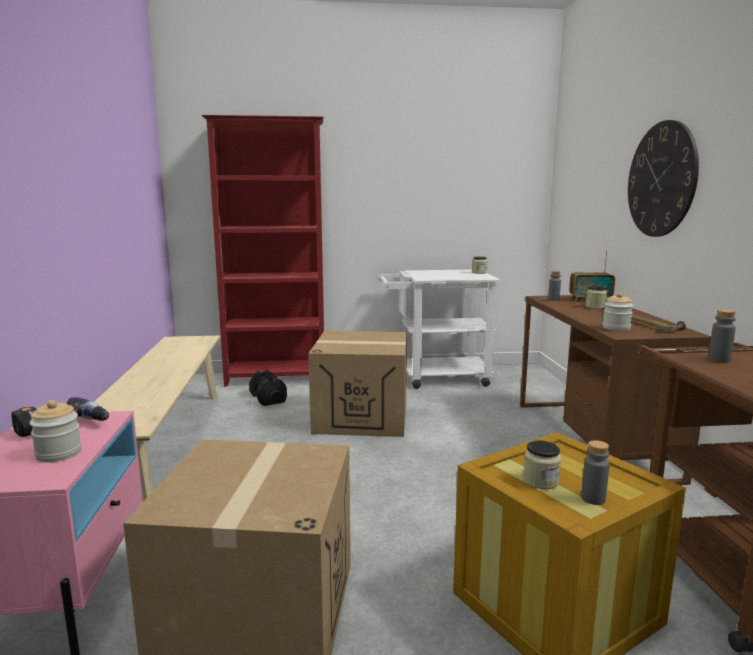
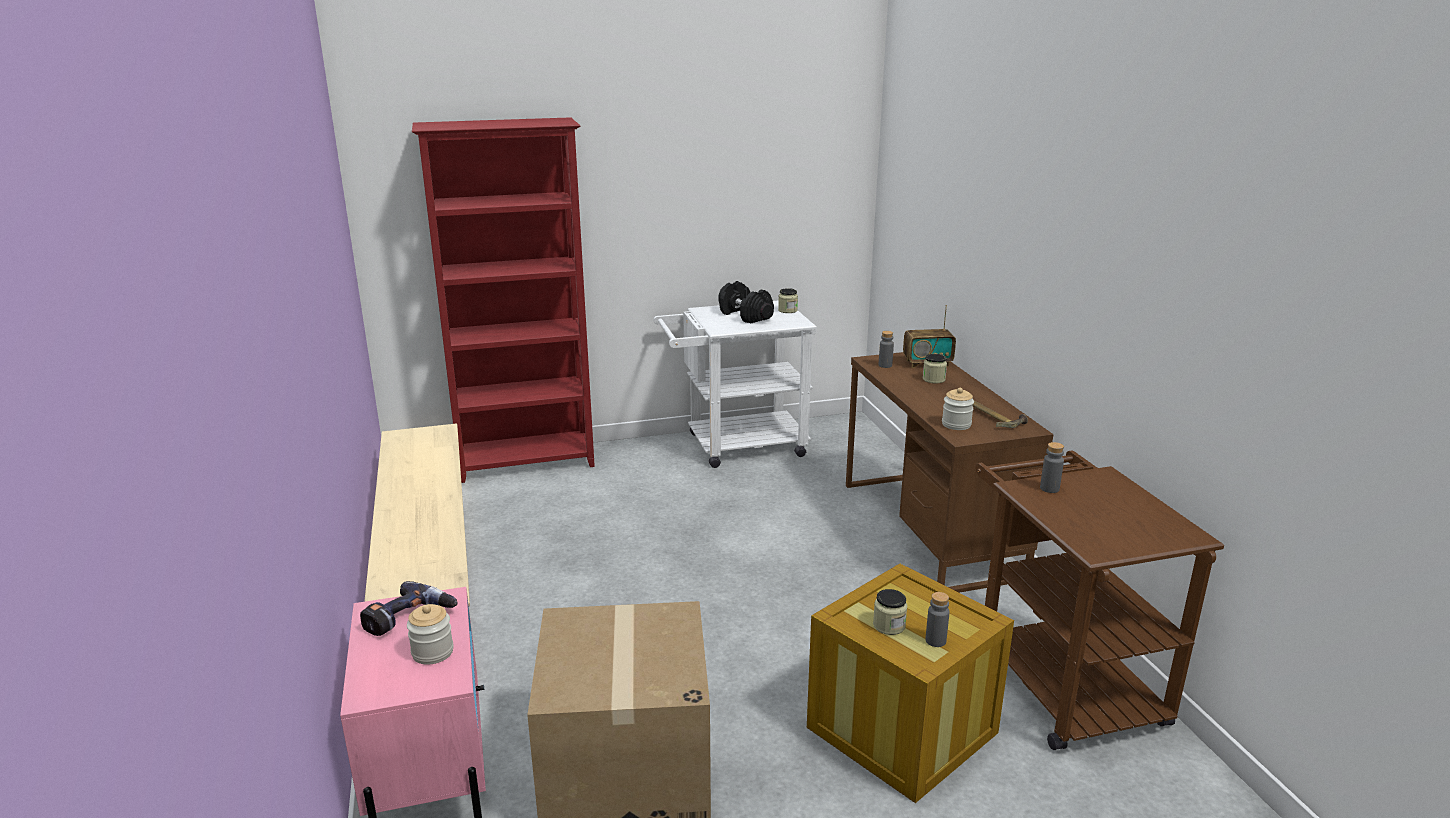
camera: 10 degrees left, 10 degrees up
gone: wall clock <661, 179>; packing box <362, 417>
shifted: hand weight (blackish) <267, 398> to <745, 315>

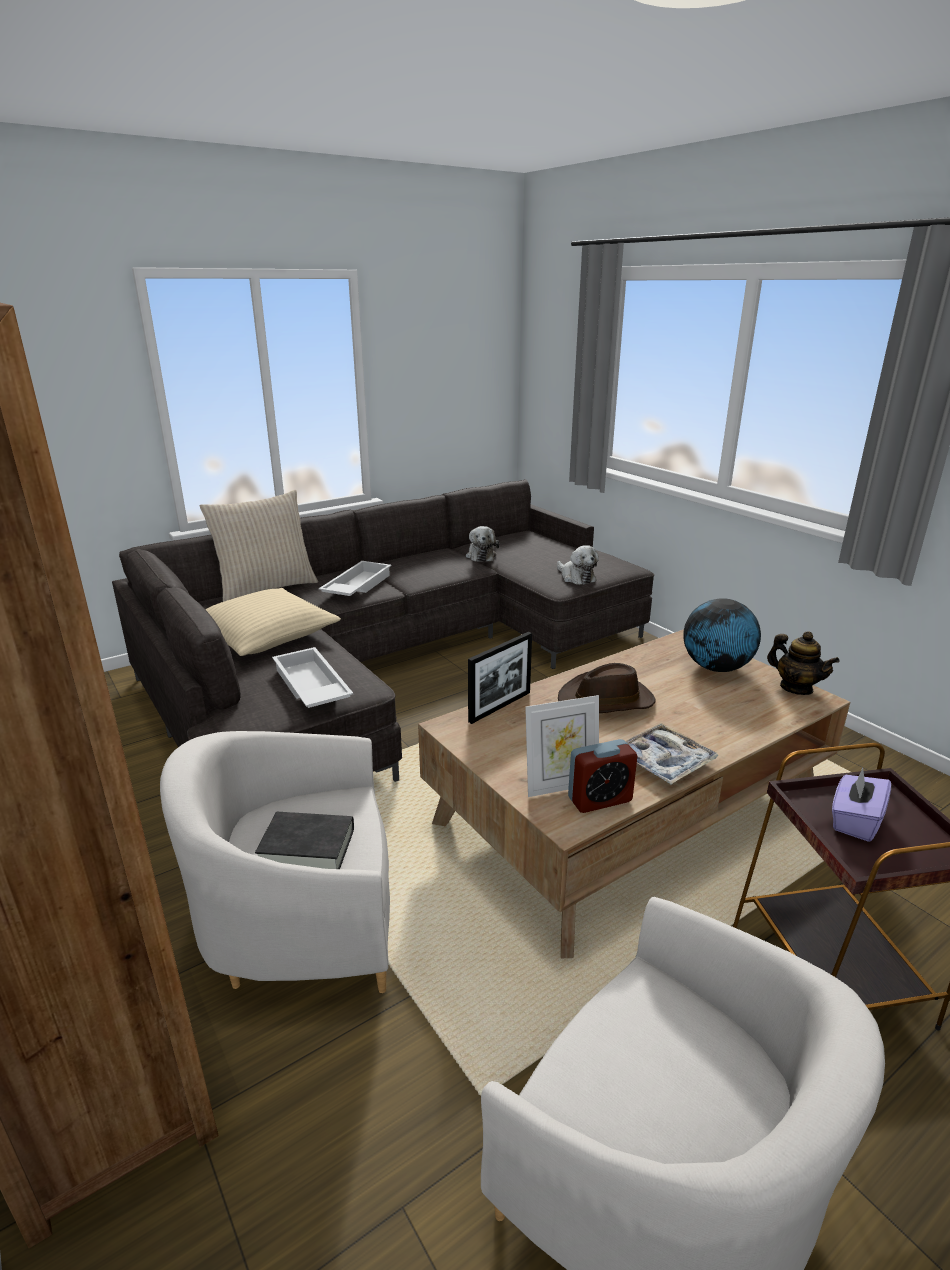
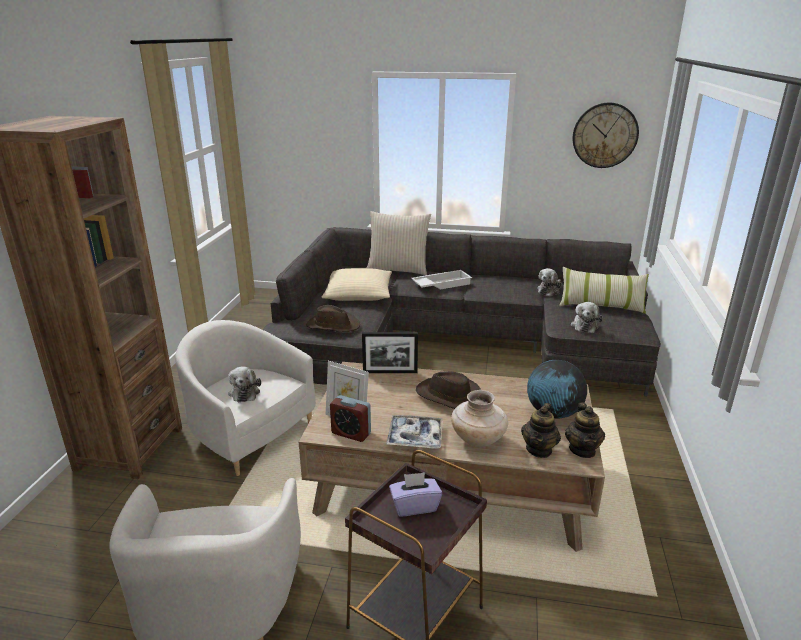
camera: 45 degrees right, 0 degrees up
new: wall clock <605, 135>; pillow <601, 306>; decorative vase (beige) <478, 439>; teapot <539, 449>
swapped: serving tray (white) <310, 687> to hat (brown-coloured) <333, 325>; book (blackish) <307, 847> to plush toy <245, 392>

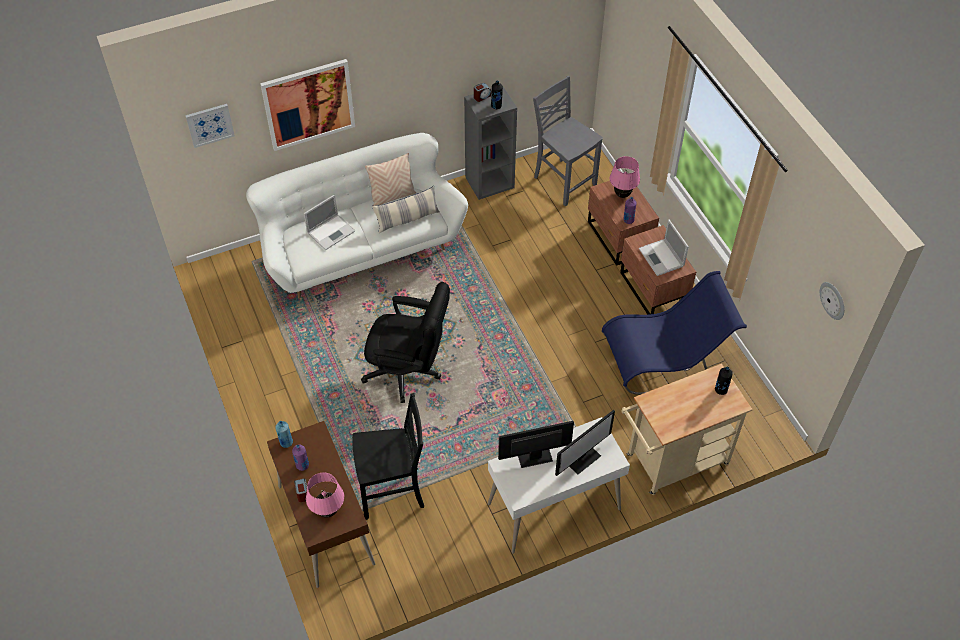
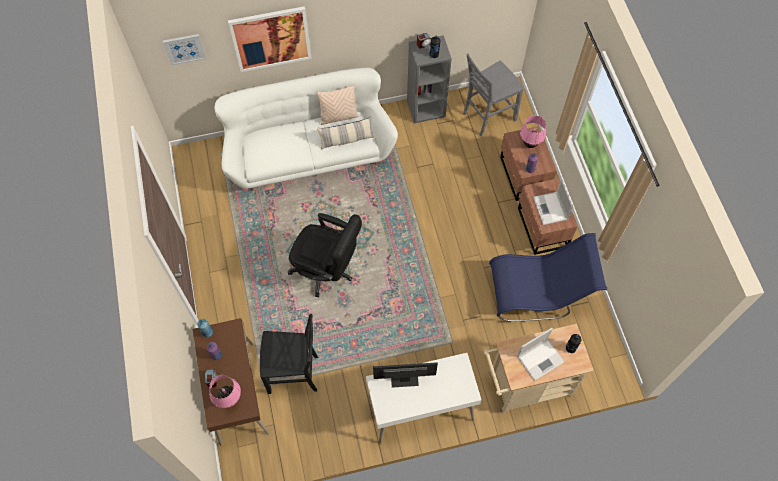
camera: 10 degrees right, 10 degrees up
gone: wall clock <833, 300>; computer screen <582, 458>
shifted: notebook computer <331, 231> to <541, 358>
rotated: chair (gray) <563, 181> = <487, 116> 90 degrees counterclockwise

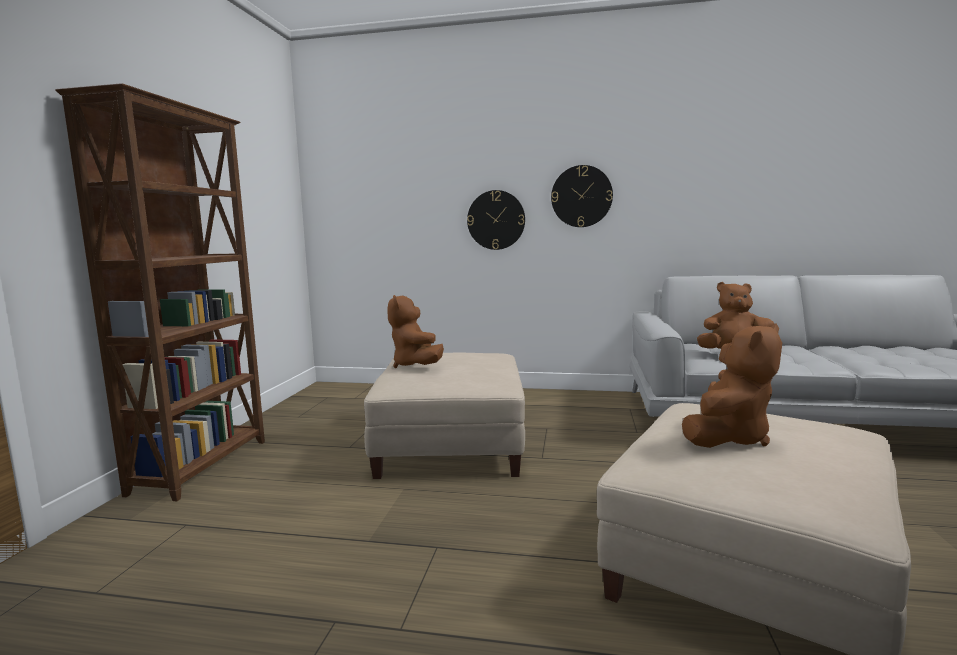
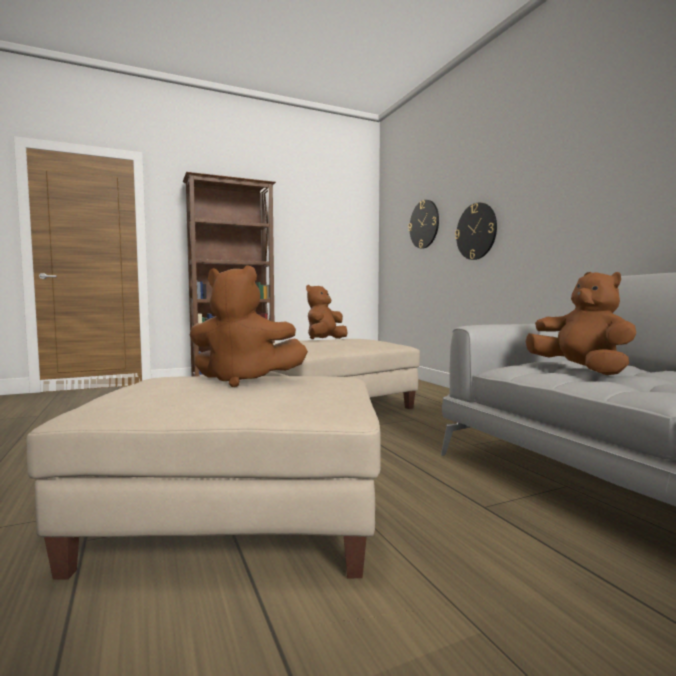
camera: 55 degrees right, 5 degrees down
shifted: wall clock <581, 196> to <424, 224>

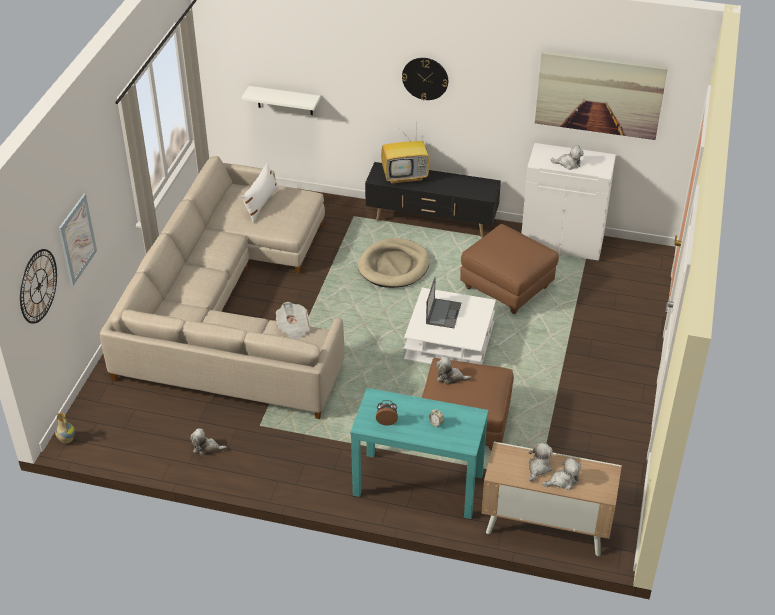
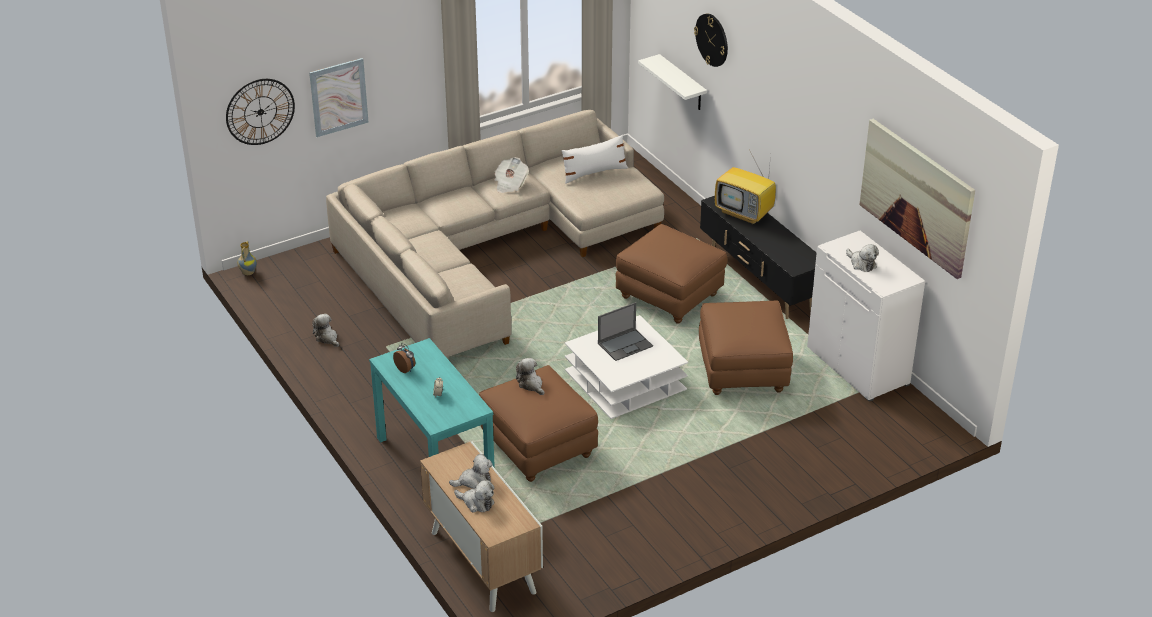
camera: 45 degrees right, 5 degrees down
shifted: wall clock <425, 78> to <712, 39>; newspaper <293, 328> to <510, 184>
swapped: dog cushion (beige) <394, 266> to pouffe (brown-coloured) <670, 296>

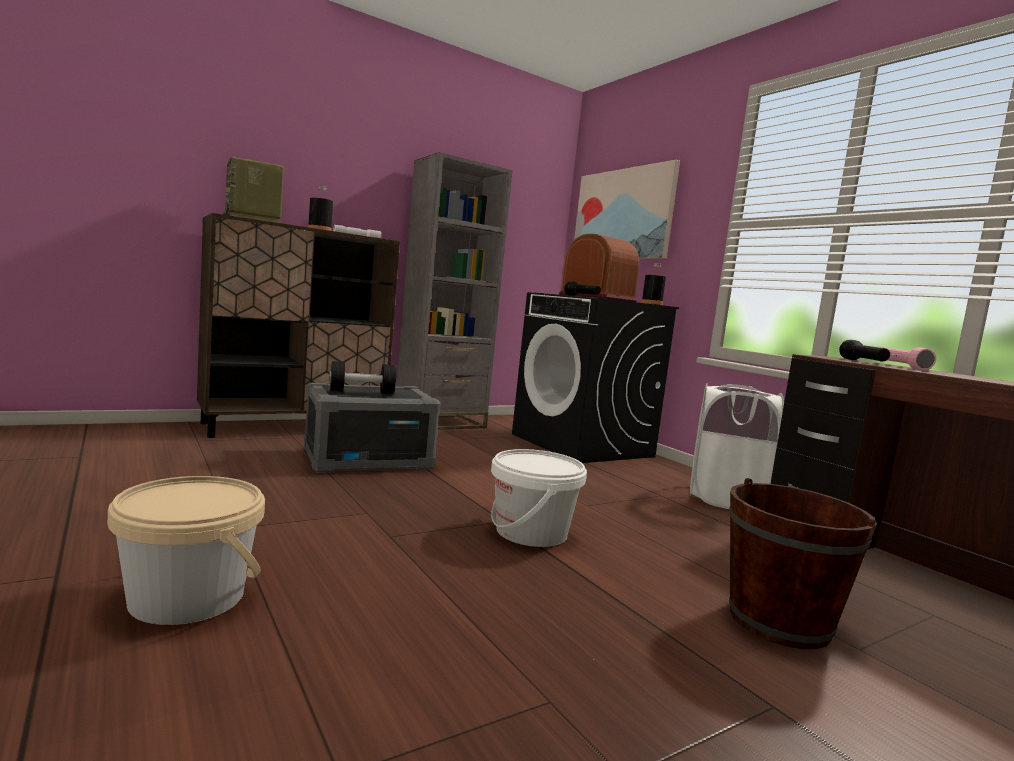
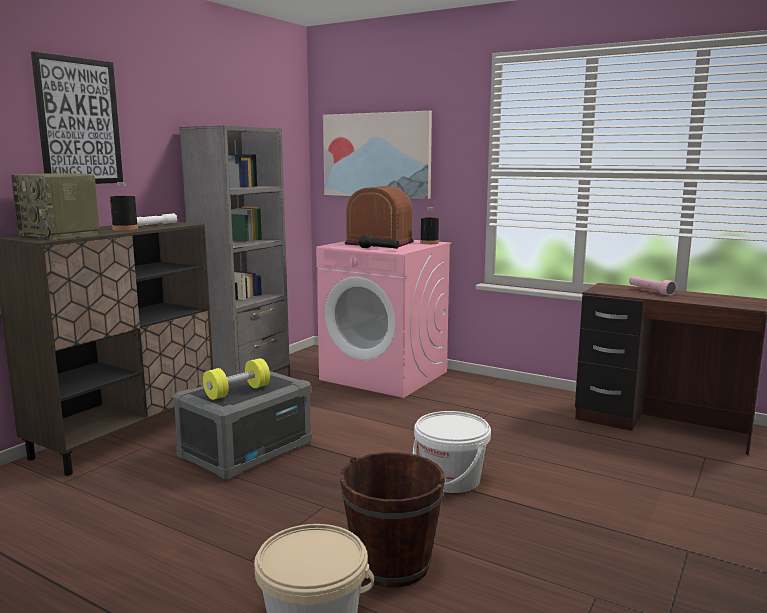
camera: 25 degrees left, 5 degrees up
gone: flashlight (blackish) <863, 362>; washing basket (white) <725, 499>
new: wall picture <79, 122>
shifted: pail (brown-coloured) <779, 622> to <392, 564>
repainted: laundry appliance (blackish) <582, 445> to laundry appliance (pinkish) <385, 375>; hand weight (blackish) <362, 392> to hand weight (yellowish) <237, 392>

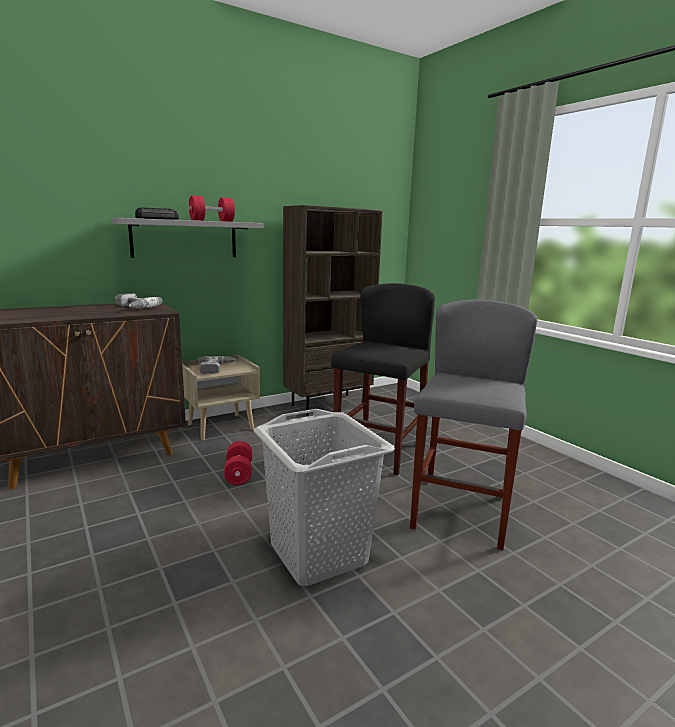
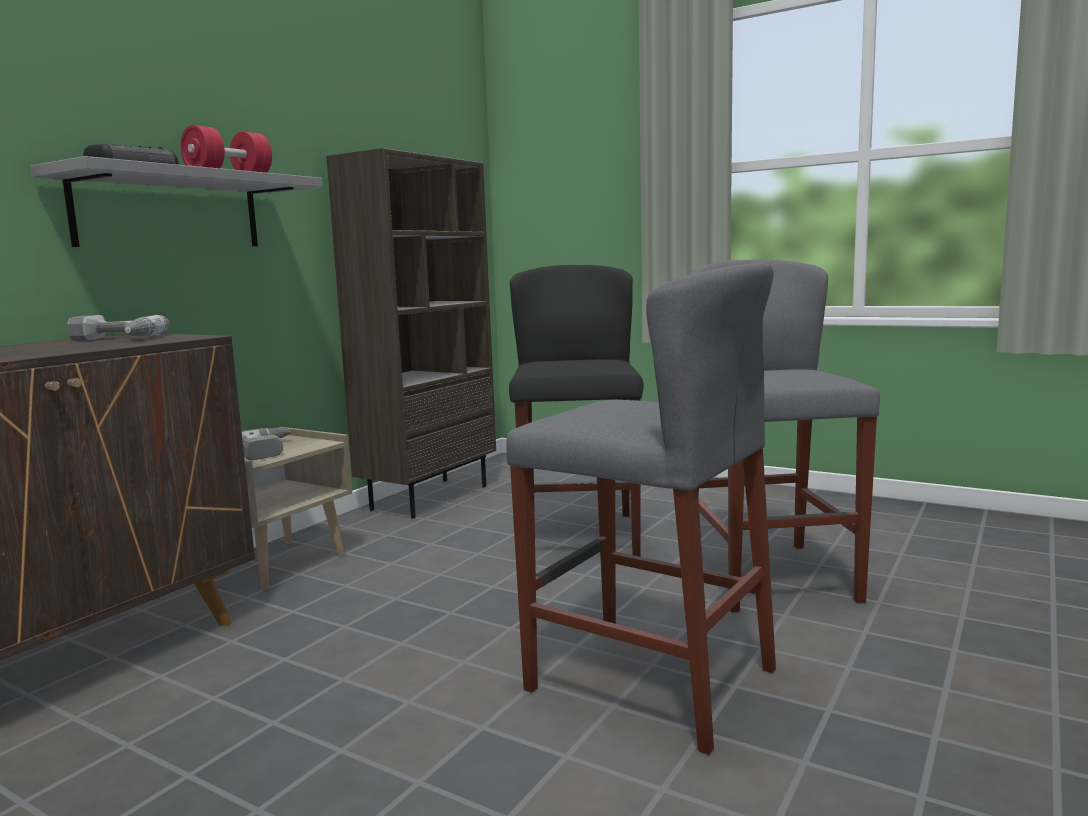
camera: 25 degrees left, 5 degrees down
gone: hand weight (reddish) <239, 474>
swapped: washing basket (gray) <318, 554> to sitting stool (gray) <650, 679>

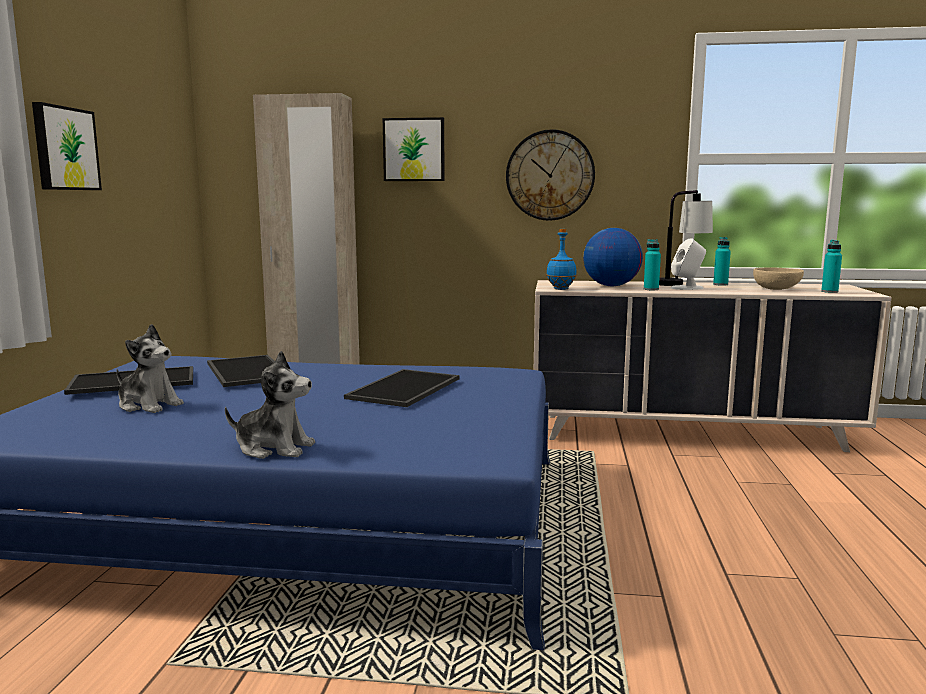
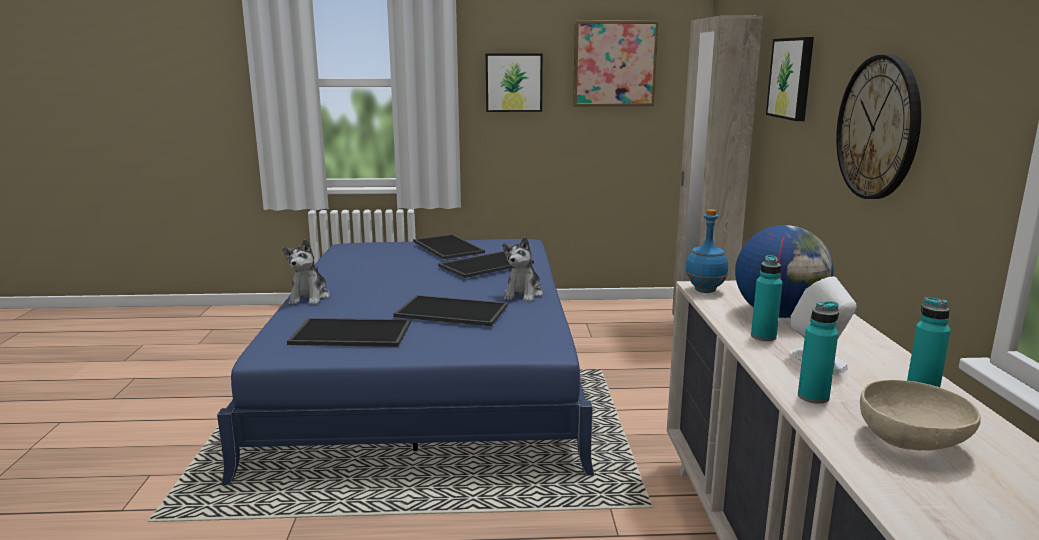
camera: 80 degrees right, 5 degrees up
gone: tabletop lamp <679, 283>
new: wall picture <614, 64>; serving tray <349, 334>
shifted: bottle (blue-green) <829, 291> to <813, 397>; plush toy <149, 405> to <523, 294>

